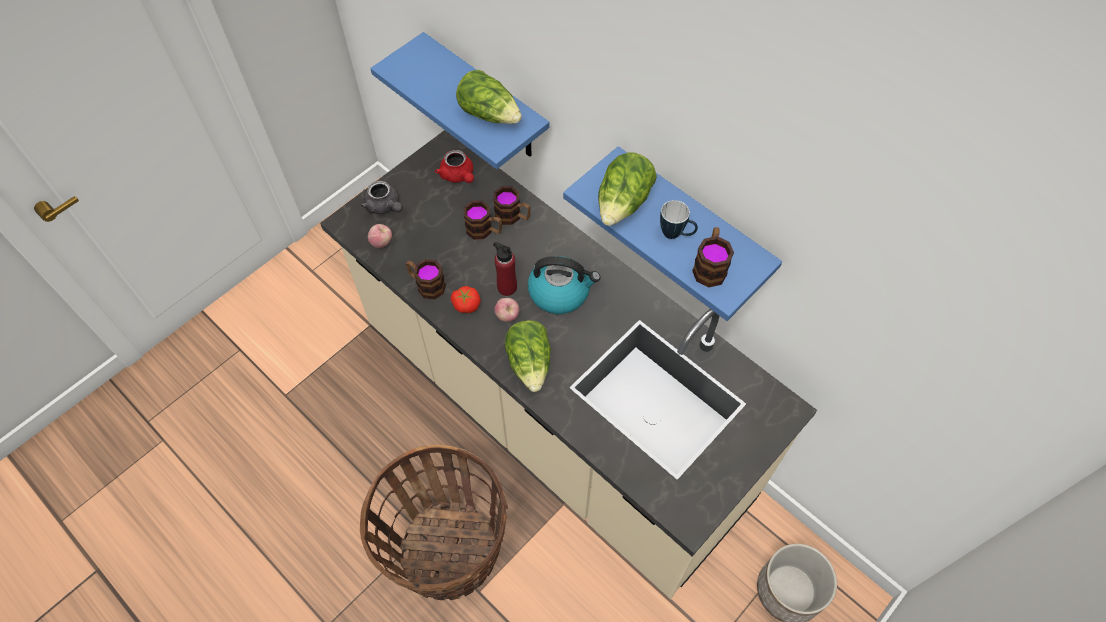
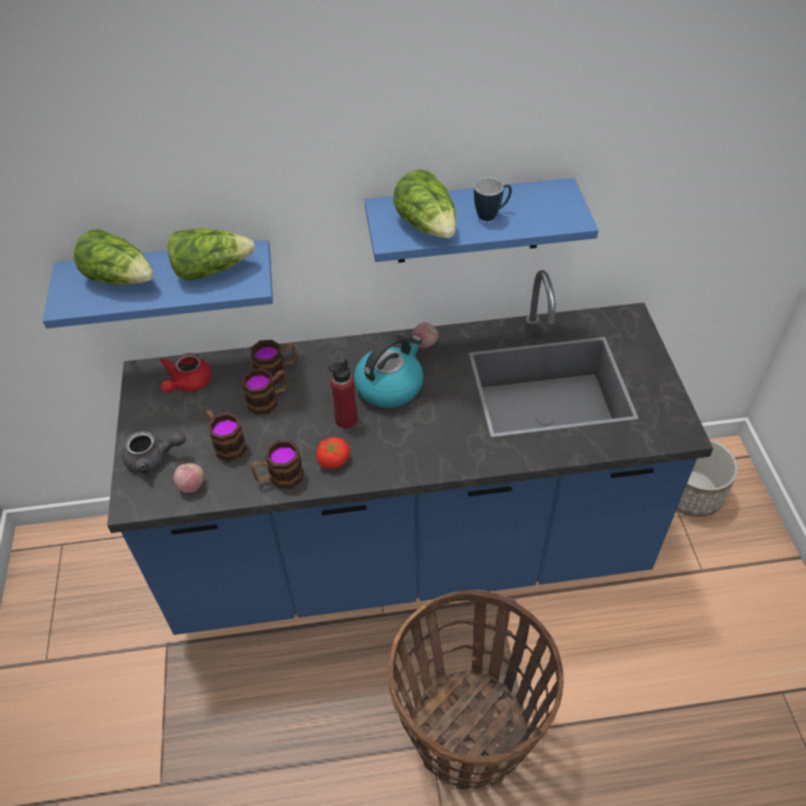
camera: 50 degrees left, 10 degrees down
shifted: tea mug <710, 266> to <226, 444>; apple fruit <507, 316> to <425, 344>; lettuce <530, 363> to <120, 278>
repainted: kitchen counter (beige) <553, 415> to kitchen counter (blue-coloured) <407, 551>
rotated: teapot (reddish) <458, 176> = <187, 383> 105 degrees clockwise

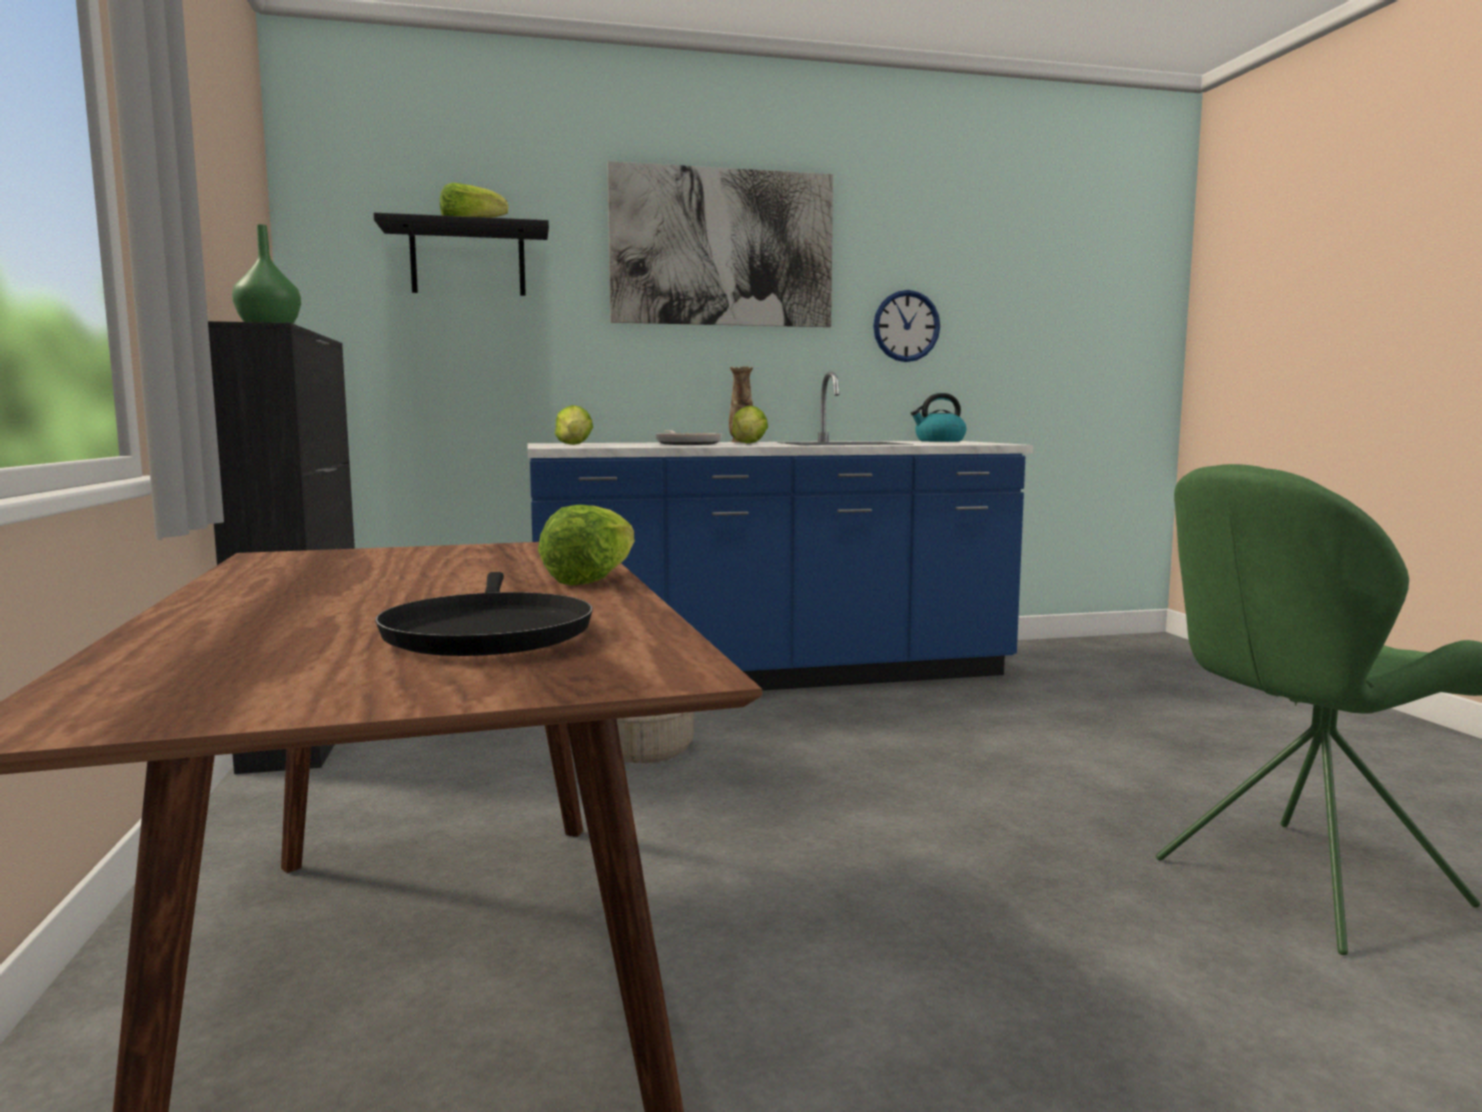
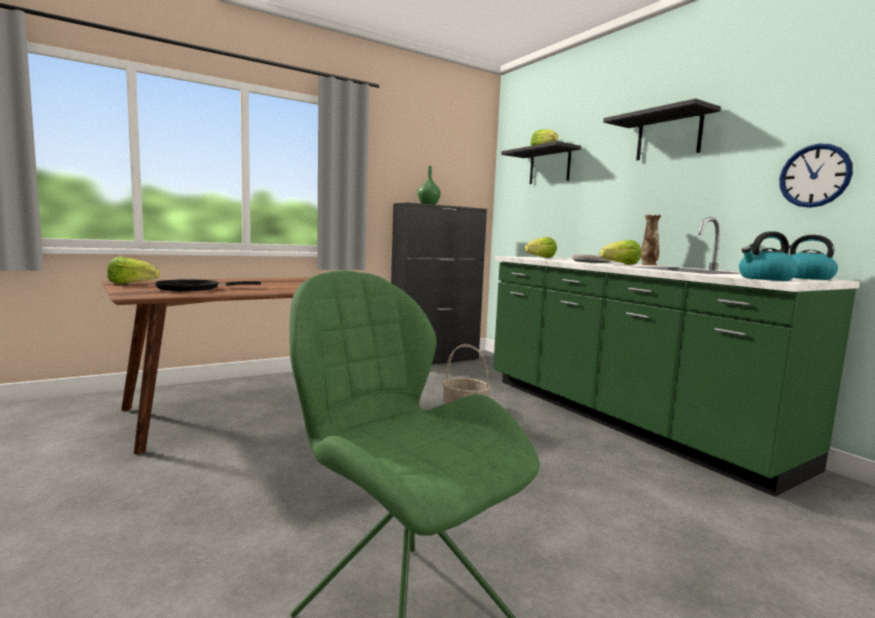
camera: 70 degrees right, 0 degrees up
new: water kettle <765, 279>
shifted: lettuce <591, 579> to <132, 284>
swapped: wall picture <722, 248> to bracket shelf (blackish) <668, 136>
repainted: kitchen counter (blue-coloured) <771, 676> to kitchen counter (greenish) <623, 419>

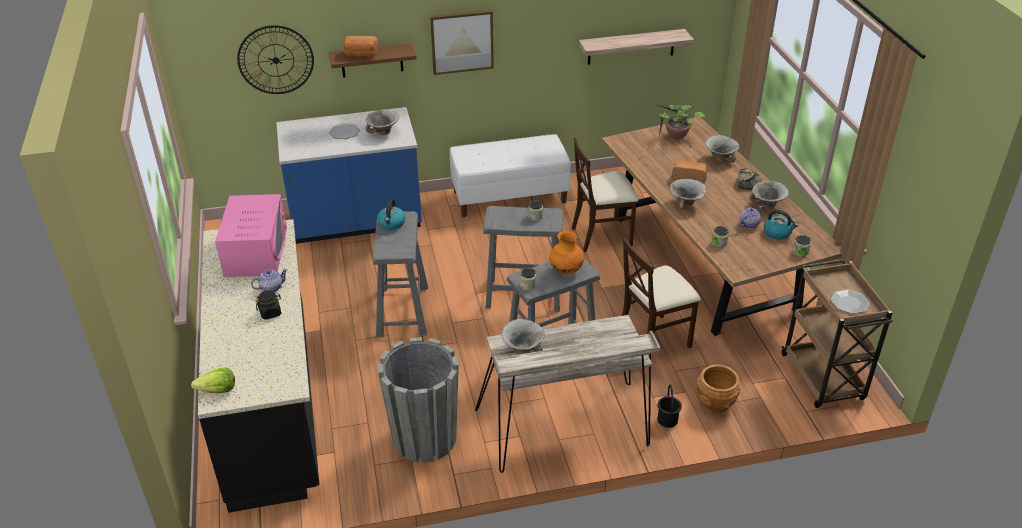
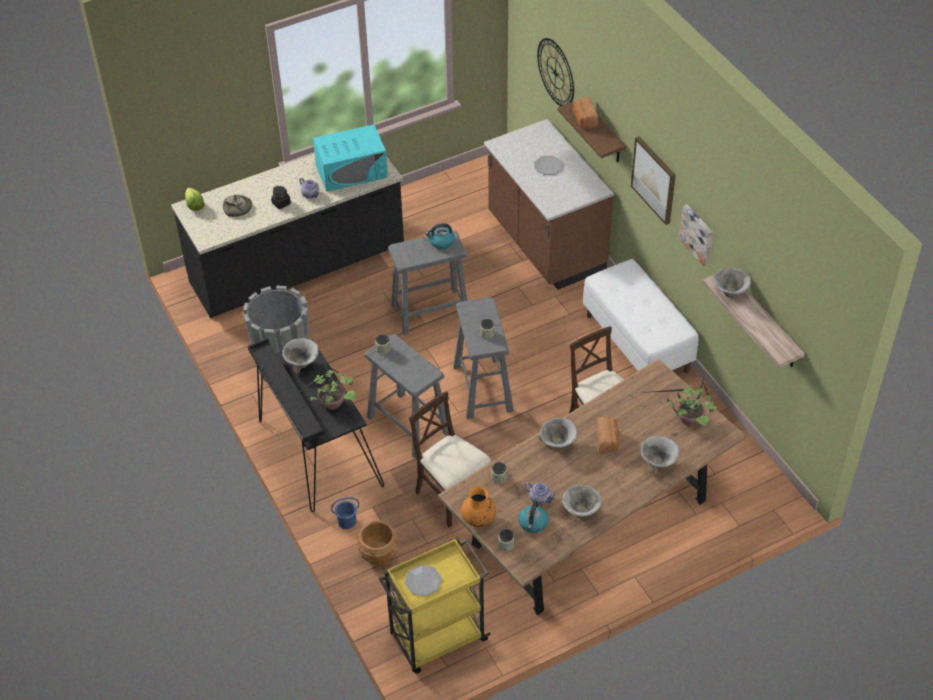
camera: 75 degrees right, 10 degrees up
new: wall picture <697, 234>; potted plant <330, 405>
shifted: deep dish <383, 133> to <729, 293>; bakery bread <747, 182> to <237, 209>; decorative vase (orange) <566, 270> to <479, 519>
repainted: kitchen counter (blue-coloured) <356, 222> to kitchen counter (brown-coloured) <545, 244>; microwave (pinkish) <256, 251> to microwave (blue-green) <352, 171>; cart (brown-coloured) <823, 378> to cart (yellowish) <437, 638>; desk (beige) <565, 429> to desk (blackish) <316, 452>; pail (blackish) <668, 420> to pail (blue-coloured) <347, 521>

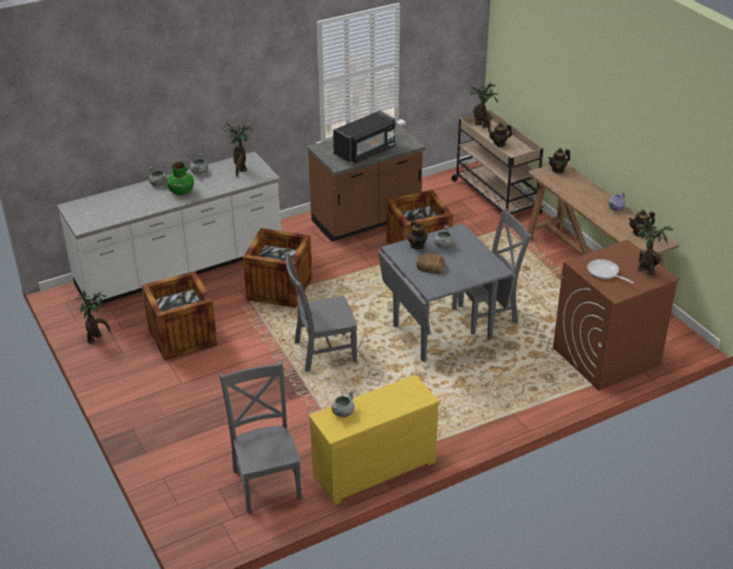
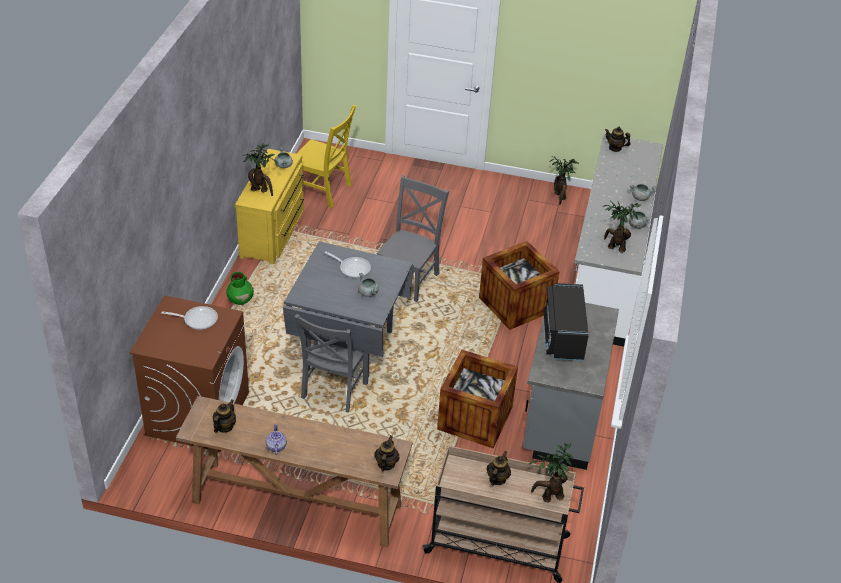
camera: 130 degrees right, 5 degrees up
gone: packing crate <182, 336>
shifted: decorative vase (greenish) <181, 191> to <240, 300>; potted plant <645, 271> to <261, 191>; teapot <417, 245> to <615, 148>
swapped: bakery bread <430, 266> to skillet <352, 268>
repainted: kitchen counter (brown-coloured) <366, 220> to kitchen counter (gray) <561, 418>; chair (gray) <267, 482> to chair (yellowish) <324, 190>

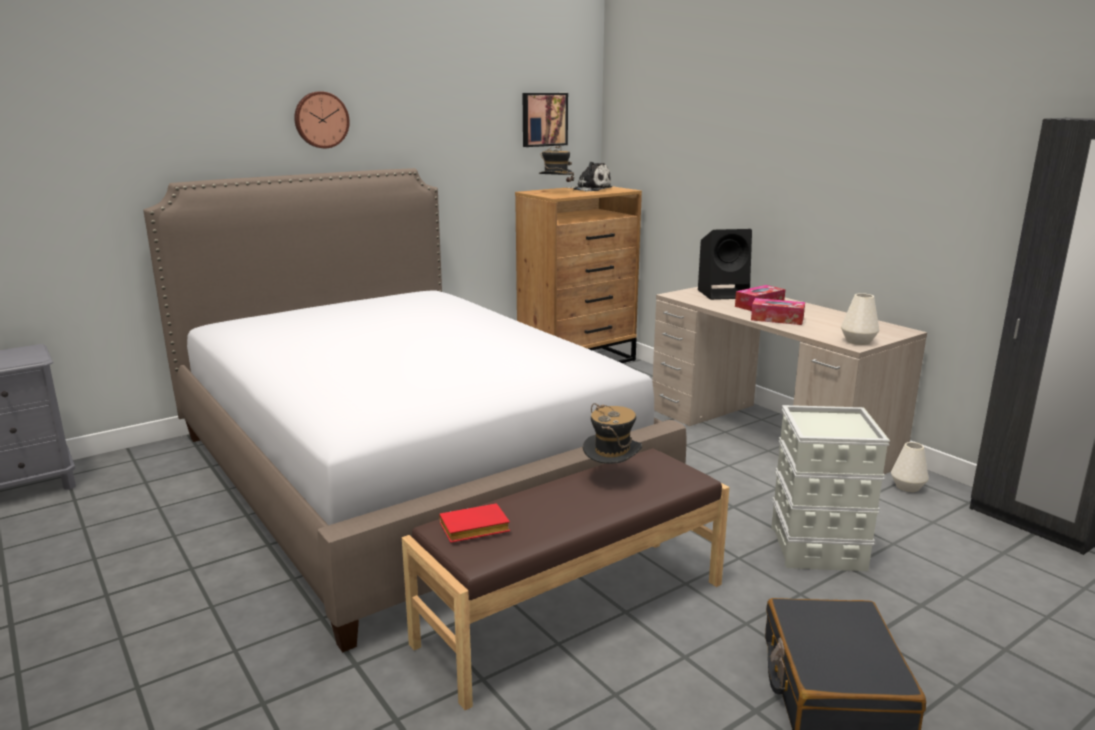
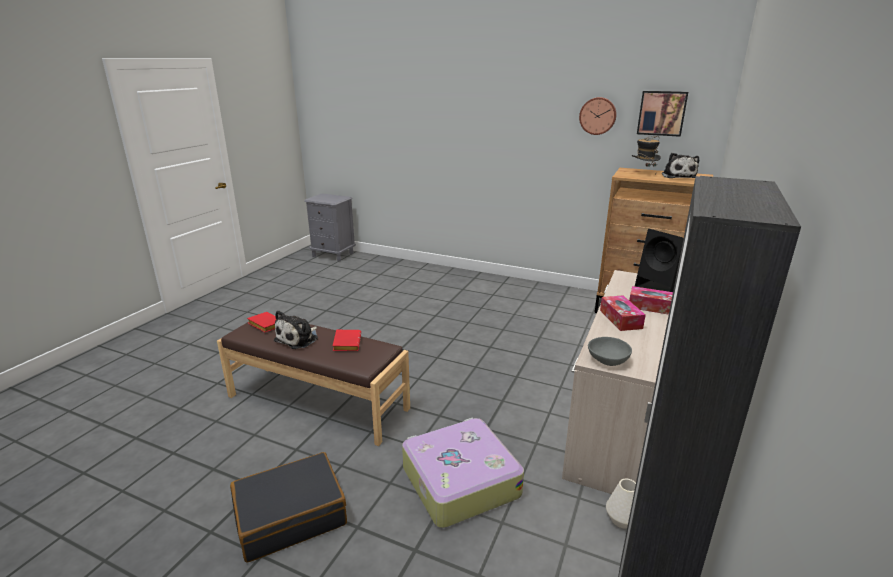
camera: 60 degrees right, 5 degrees up
gone: sleeping bed <405, 474>
new: plush toy <298, 339>
shifted: wall clock <321, 120> to <598, 116>
swapped: decorative vase (white) <858, 341> to deep dish (gray) <607, 360>; hat <611, 478> to book (reddish) <346, 343>; storage bin (gray) <818, 548> to suitcase <459, 481>

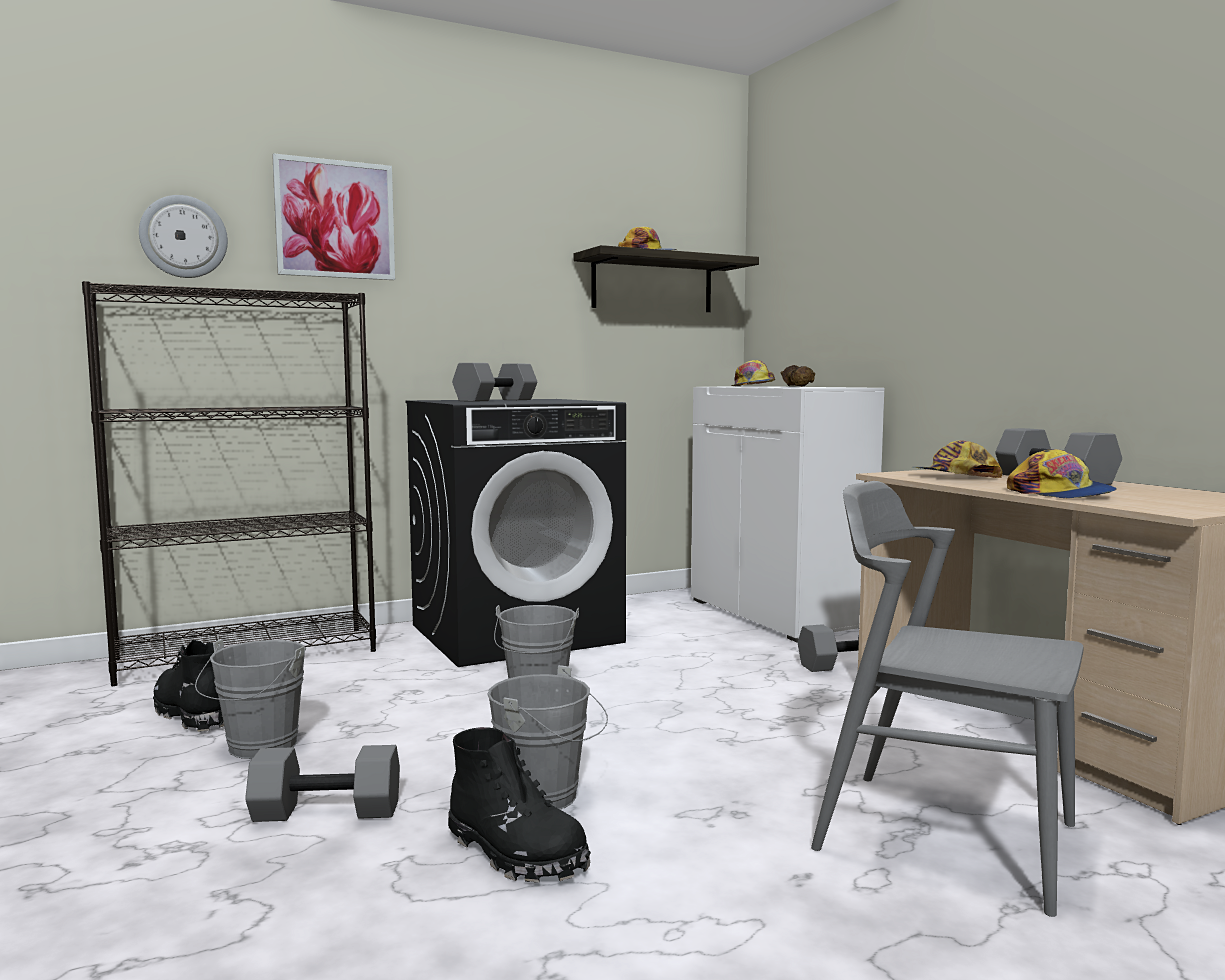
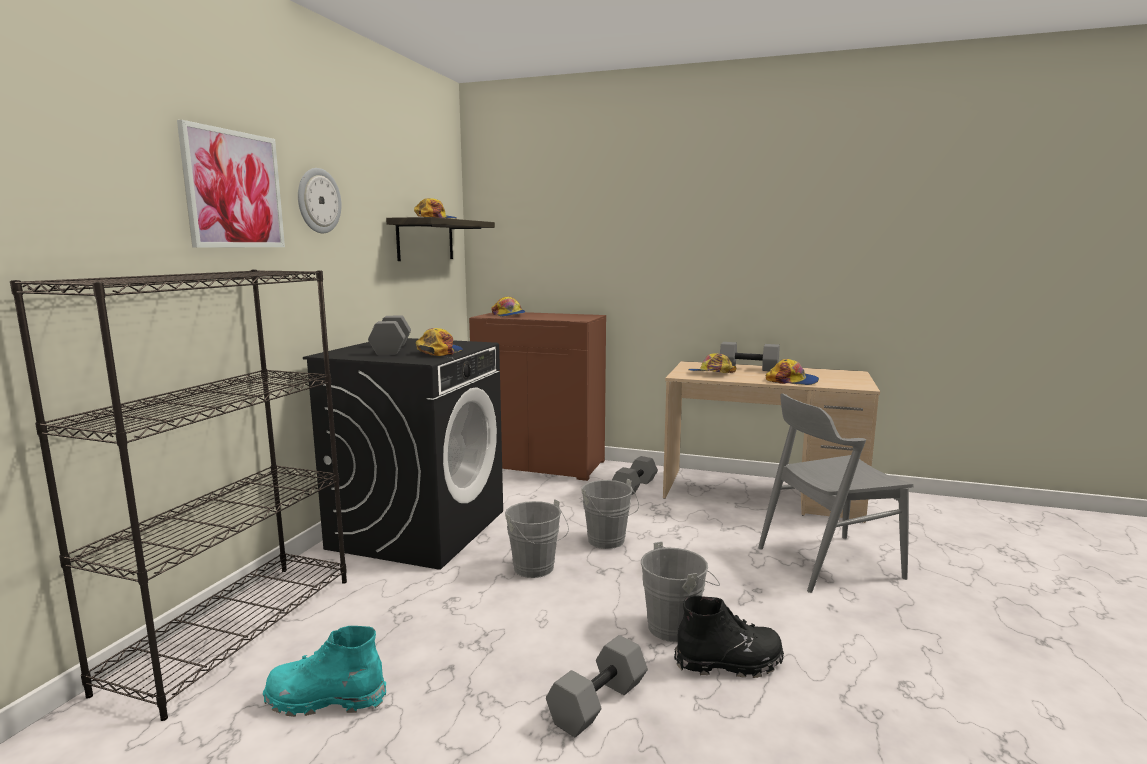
camera: 45 degrees left, 5 degrees up
gone: hand weight (brown-coloured) <797, 386>
new: cap <439, 352>
shifted: wall clock <184, 237> to <318, 201>; pail (gray) <258, 748> to <608, 542>
repainted: cupboard (white) <779, 614> to cupboard (brown-coloured) <541, 464>; boot (blackish) <193, 714> to boot (blue-green) <326, 699>

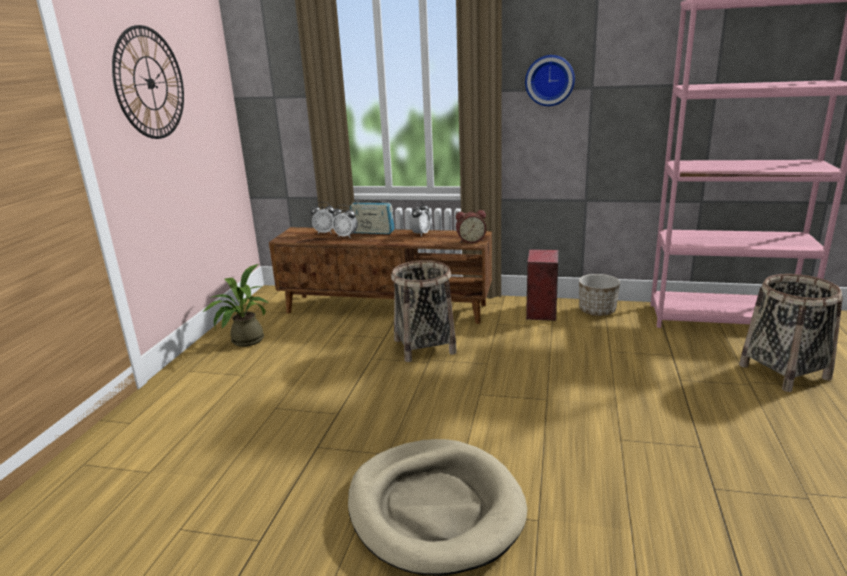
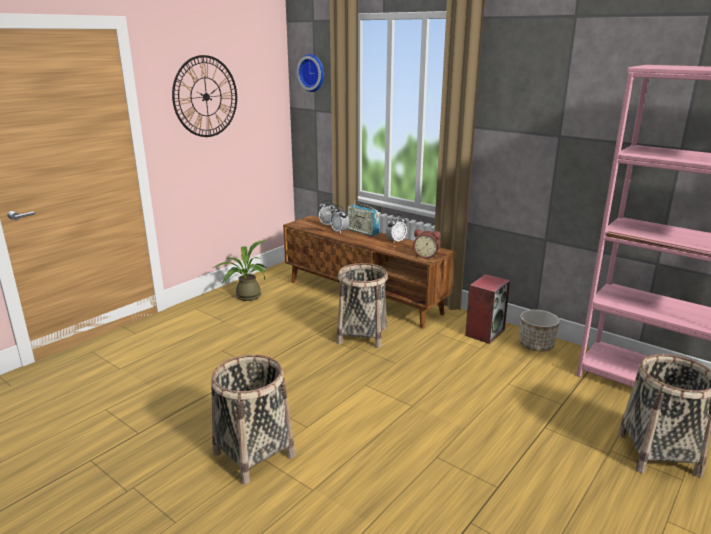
camera: 25 degrees right, 0 degrees up
shifted: wall clock <549, 80> to <312, 73>
swapped: dog cushion (beige) <435, 508> to basket <254, 454>

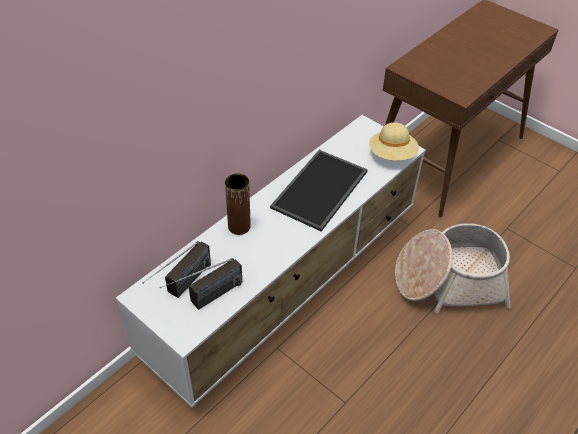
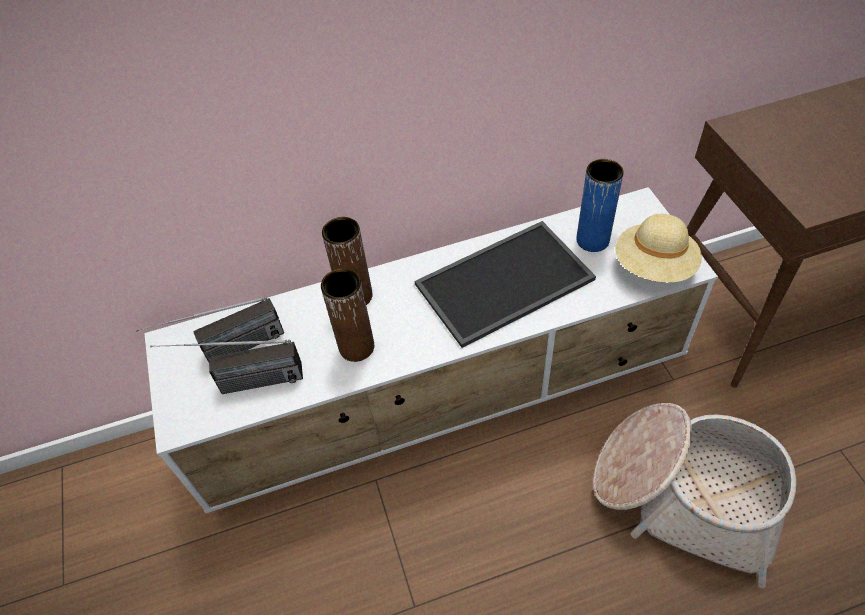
camera: 35 degrees right, 5 degrees up
new: decorative vase (blue-coloured) <592, 240>; decorative vase (brown-coloured) <356, 347>

